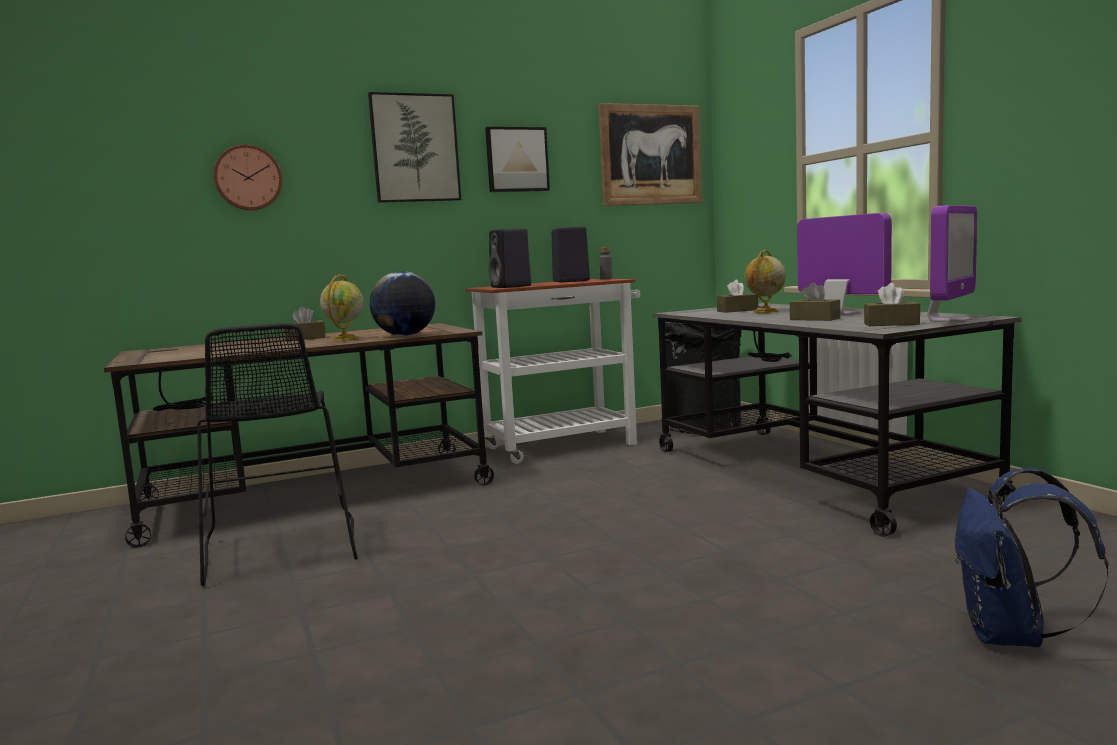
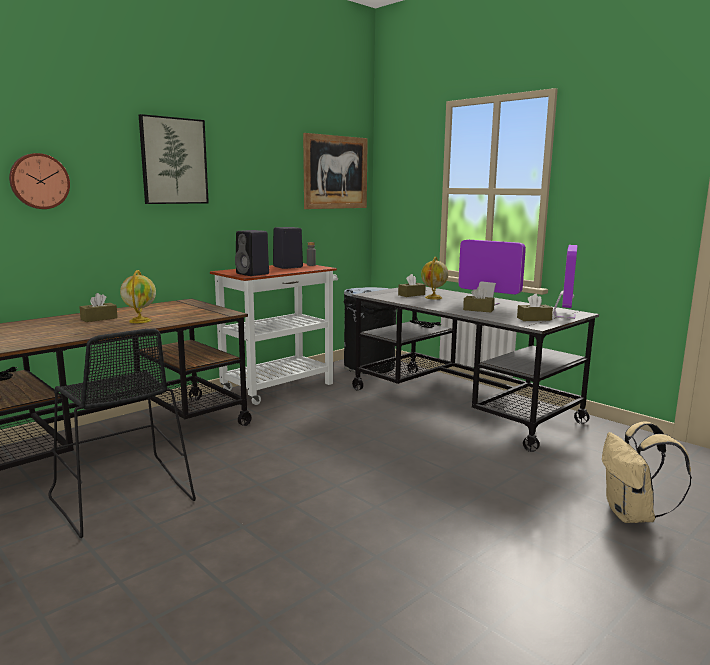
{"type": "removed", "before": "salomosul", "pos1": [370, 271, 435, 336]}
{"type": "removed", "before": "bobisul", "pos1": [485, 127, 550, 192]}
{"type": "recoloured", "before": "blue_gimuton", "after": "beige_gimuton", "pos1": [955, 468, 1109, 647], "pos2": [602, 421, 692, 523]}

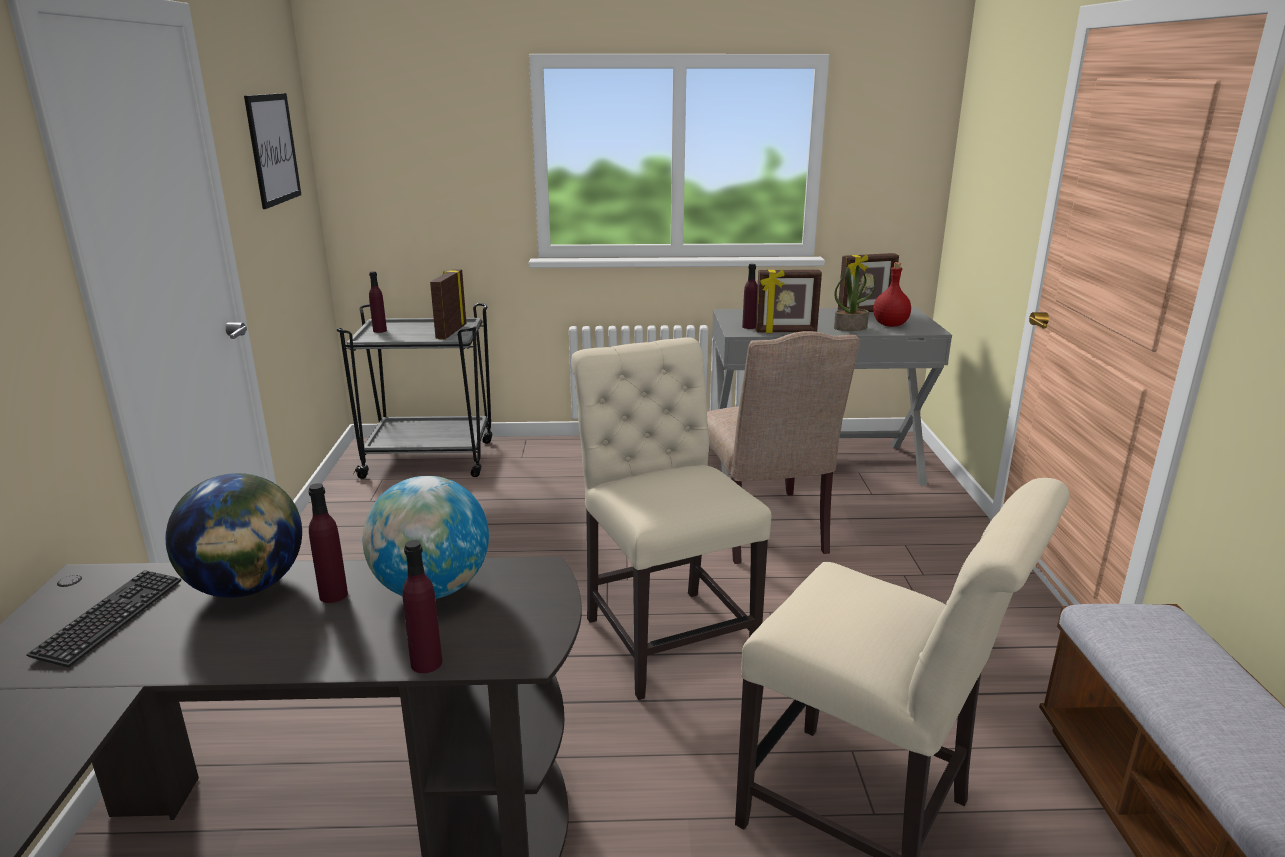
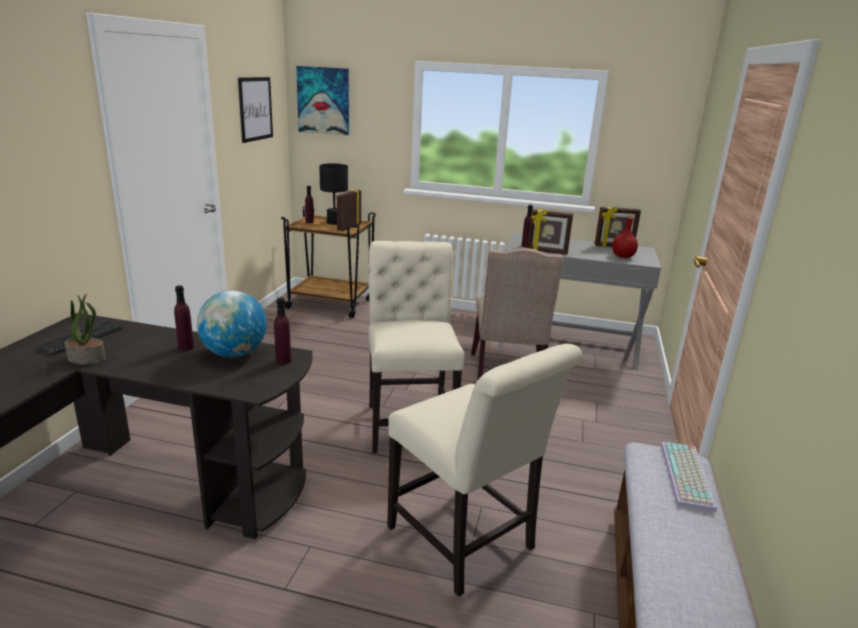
{"type": "removed", "before": "salomosul", "pos1": [165, 473, 302, 598]}
{"type": "added", "after": "bobisul", "pos2": [296, 66, 349, 136]}
{"type": "added", "after": "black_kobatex", "pos2": [320, 163, 348, 225]}
{"type": "added", "after": "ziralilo", "pos2": [661, 442, 717, 512]}
{"type": "moved", "before": "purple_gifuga", "pos1": [402, 540, 442, 673], "pos2": [274, 298, 291, 365]}
{"type": "moved", "before": "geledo", "pos1": [834, 265, 876, 331], "pos2": [65, 294, 106, 364]}
{"type": "recoloured", "before": "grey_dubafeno", "after": "brown_dubafeno", "pos1": [337, 303, 492, 479], "pos2": [281, 206, 376, 318]}

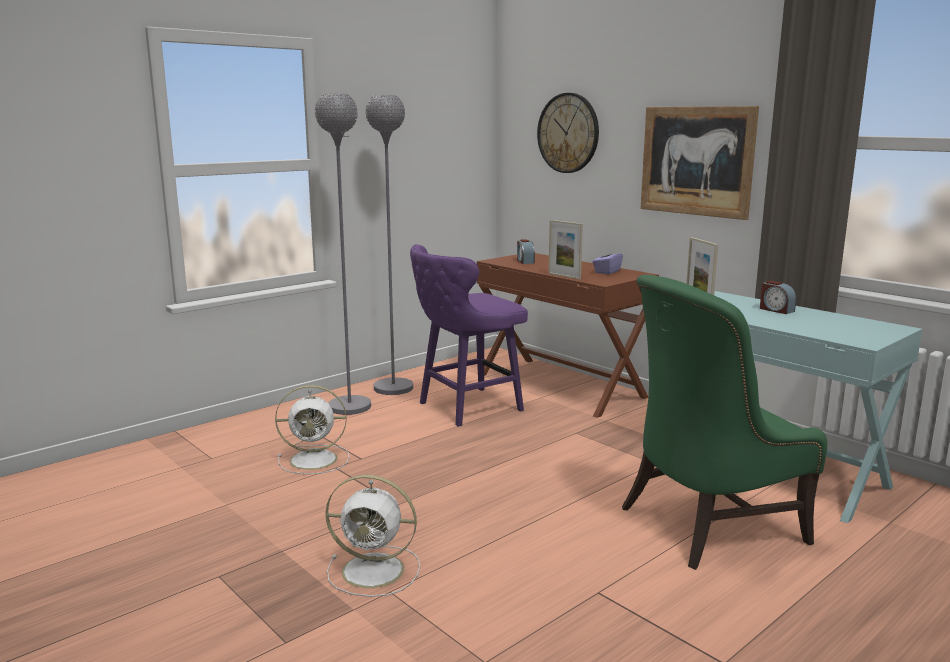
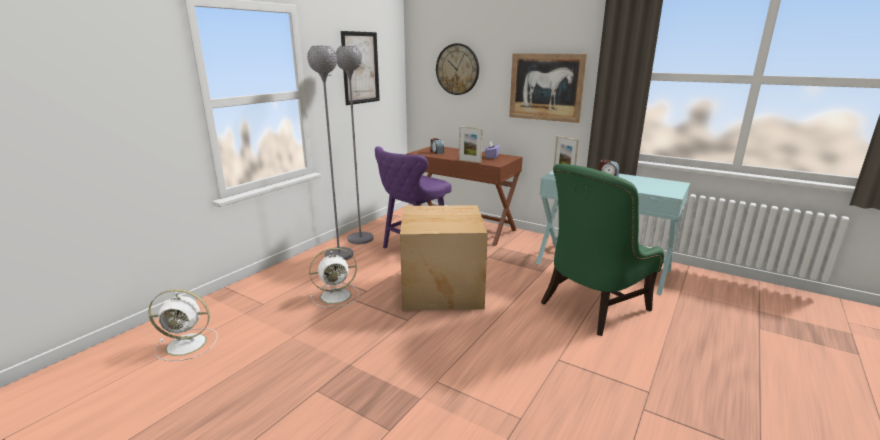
{"type": "added", "after": "bobisul", "pos2": [341, 31, 380, 105]}
{"type": "added", "after": "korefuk", "pos2": [400, 205, 488, 311]}
{"type": "moved", "before": "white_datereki", "pos1": [325, 475, 420, 597], "pos2": [149, 289, 218, 361]}

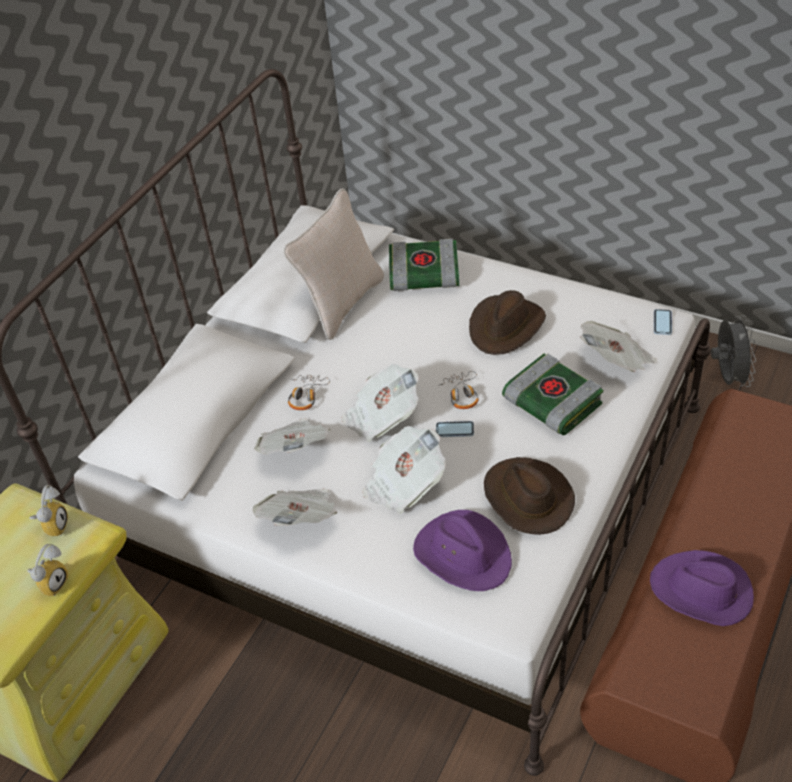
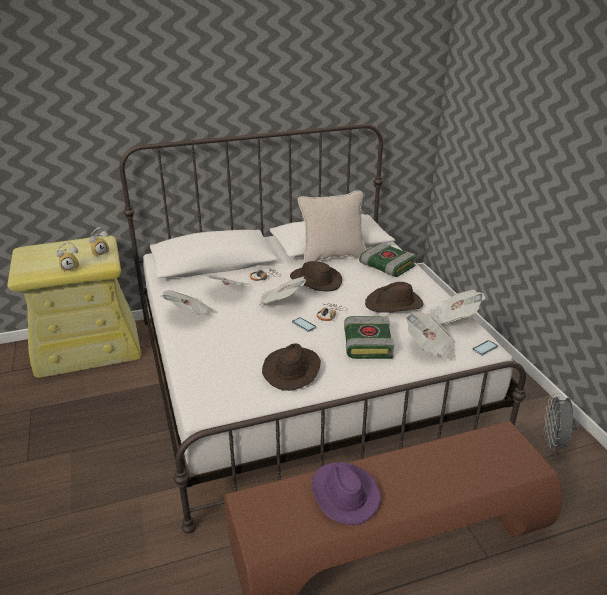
{"type": "removed", "before": "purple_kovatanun", "pos1": [413, 510, 512, 591]}
{"type": "added", "after": "brown_kovatanun", "pos2": [290, 261, 342, 291]}
{"type": "moved", "before": "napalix", "pos1": [362, 426, 446, 514], "pos2": [427, 290, 485, 324]}
{"type": "turned", "before": "grey_datereki", "pos1": [711, 315, 756, 387], "pos2": [544, 393, 579, 451], "turn": 150}

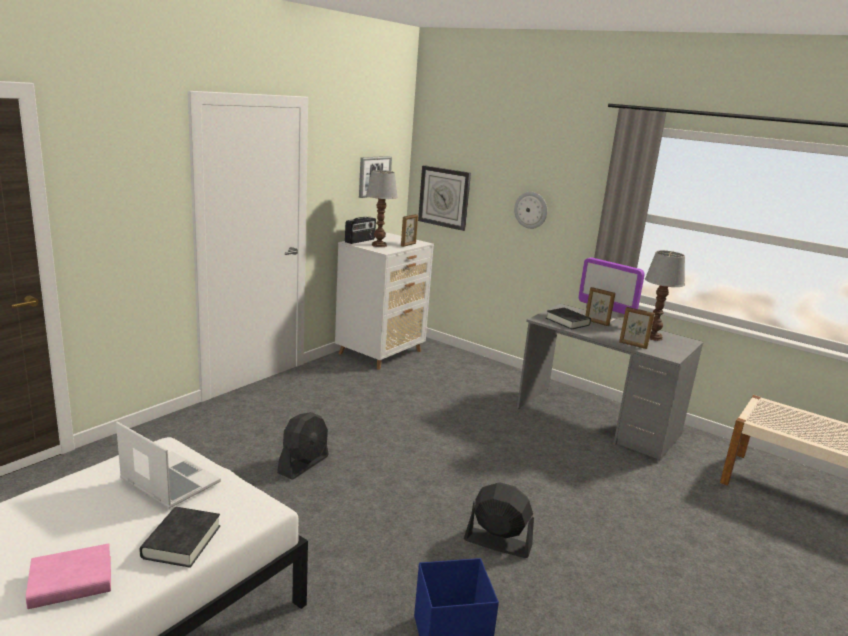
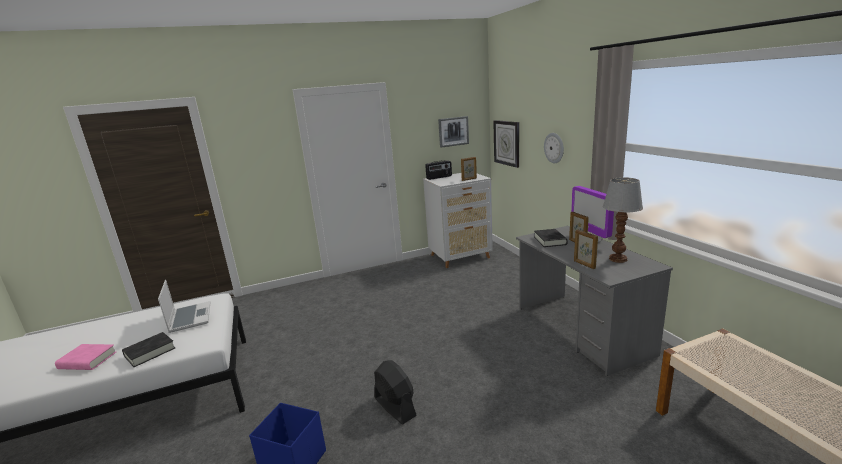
{"type": "removed", "before": "black_datereki", "pos1": [277, 412, 329, 480]}
{"type": "removed", "before": "kobatex", "pos1": [366, 170, 398, 247]}

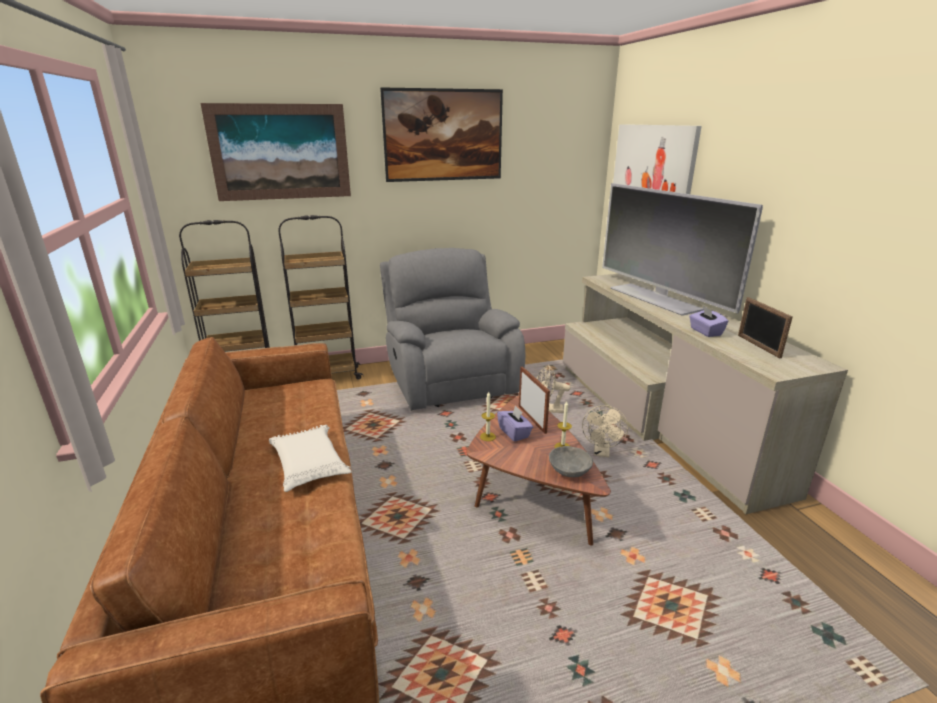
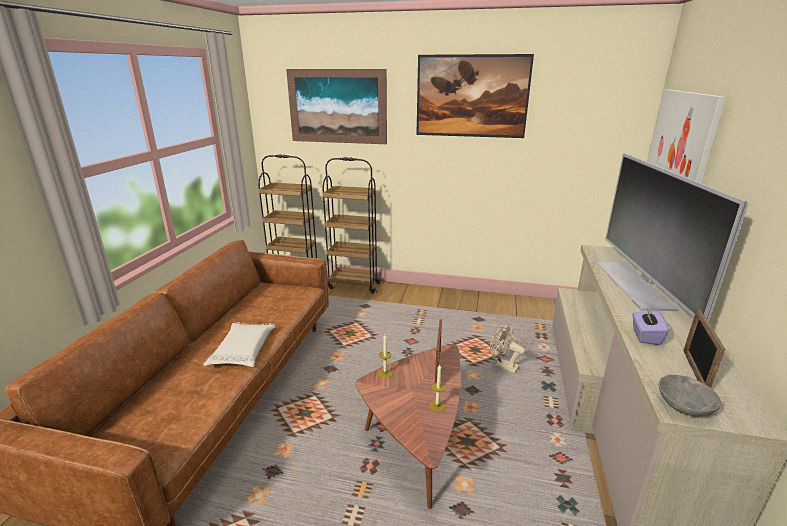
{"type": "removed", "before": "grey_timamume", "pos1": [380, 248, 525, 411]}
{"type": "removed", "before": "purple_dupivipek", "pos1": [497, 405, 533, 442]}
{"type": "removed", "before": "beige_datereki", "pos1": [582, 406, 628, 458]}
{"type": "moved", "before": "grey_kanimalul", "pos1": [549, 446, 593, 477], "pos2": [659, 375, 721, 417]}

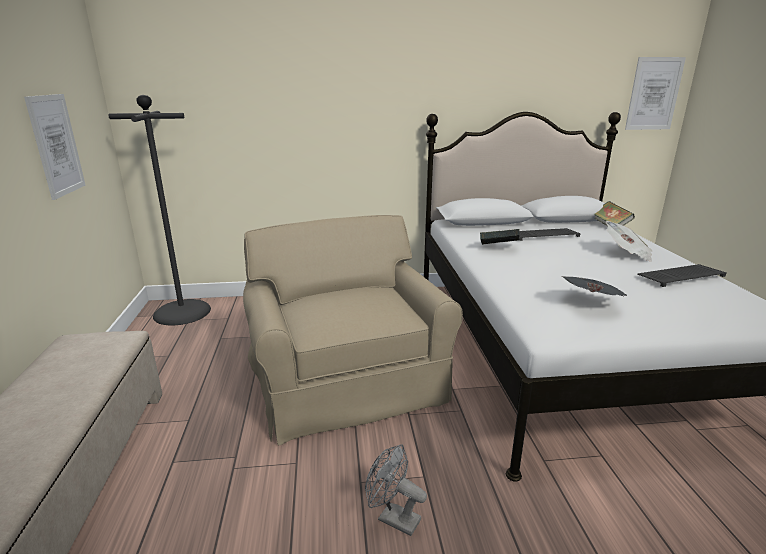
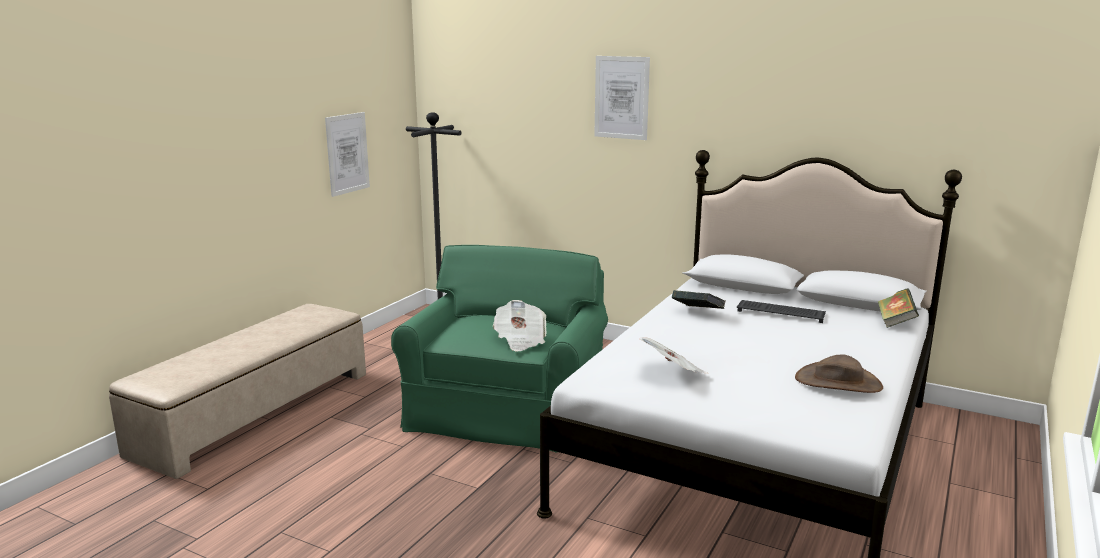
{"type": "removed", "before": "grey_datereki", "pos1": [365, 444, 427, 536]}
{"type": "moved", "before": "napalix", "pos1": [606, 221, 652, 262], "pos2": [492, 300, 547, 352]}
{"type": "moved", "before": "bobisul", "pos1": [625, 57, 686, 130], "pos2": [594, 56, 650, 140]}
{"type": "replaced", "before": "ziralilo", "after": "brown_kovatanun", "pos1": [637, 264, 727, 287], "pos2": [795, 355, 883, 393]}
{"type": "recoloured", "before": "beige_timamume", "after": "green_timamume", "pos1": [243, 215, 463, 445], "pos2": [391, 245, 608, 452]}

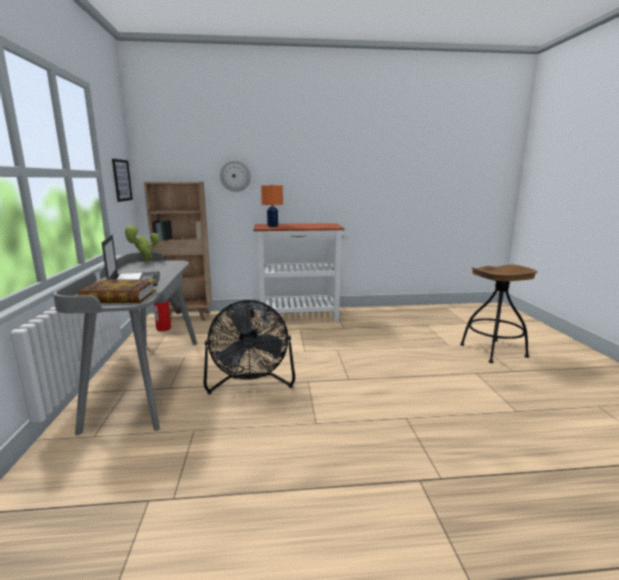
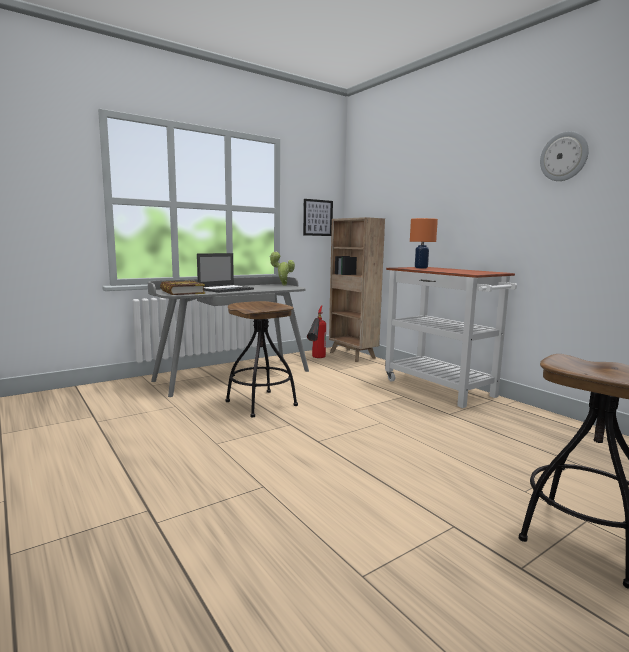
{"type": "moved", "before": "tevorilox", "pos1": [220, 160, 251, 192], "pos2": [540, 131, 589, 181]}
{"type": "replaced", "before": "black_datereki", "after": "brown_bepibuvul", "pos1": [204, 300, 295, 395], "pos2": [225, 301, 298, 417]}

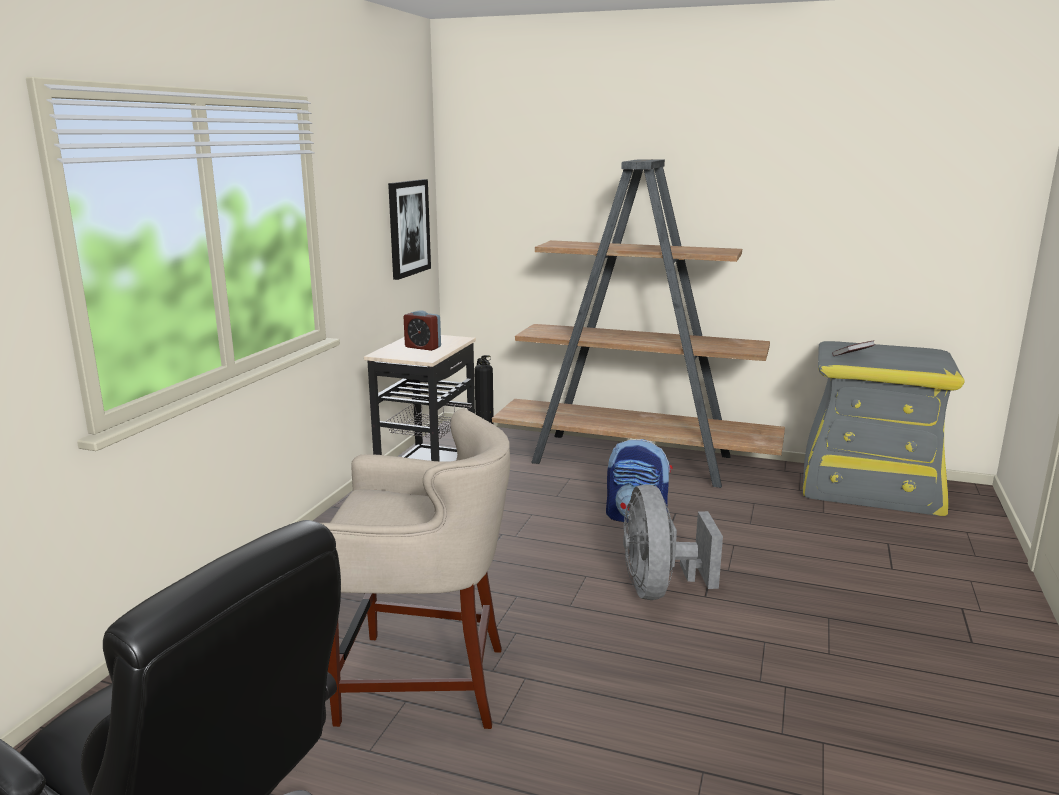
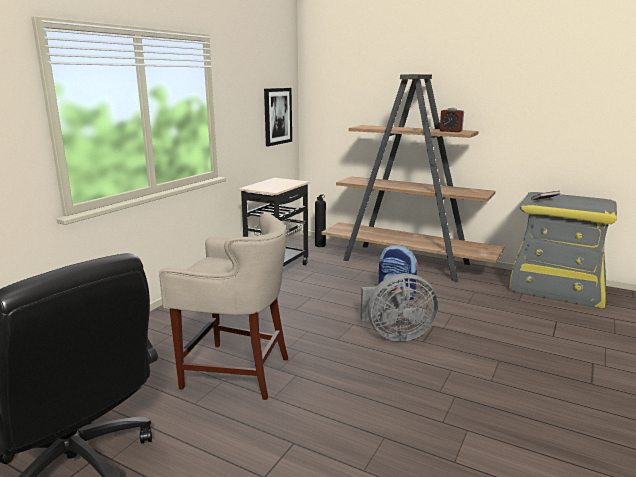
{"type": "moved", "before": "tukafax", "pos1": [404, 310, 441, 351], "pos2": [440, 108, 464, 132]}
{"type": "turned", "before": "grey_datereki", "pos1": [623, 484, 723, 600], "pos2": [360, 274, 438, 341], "turn": -105}

